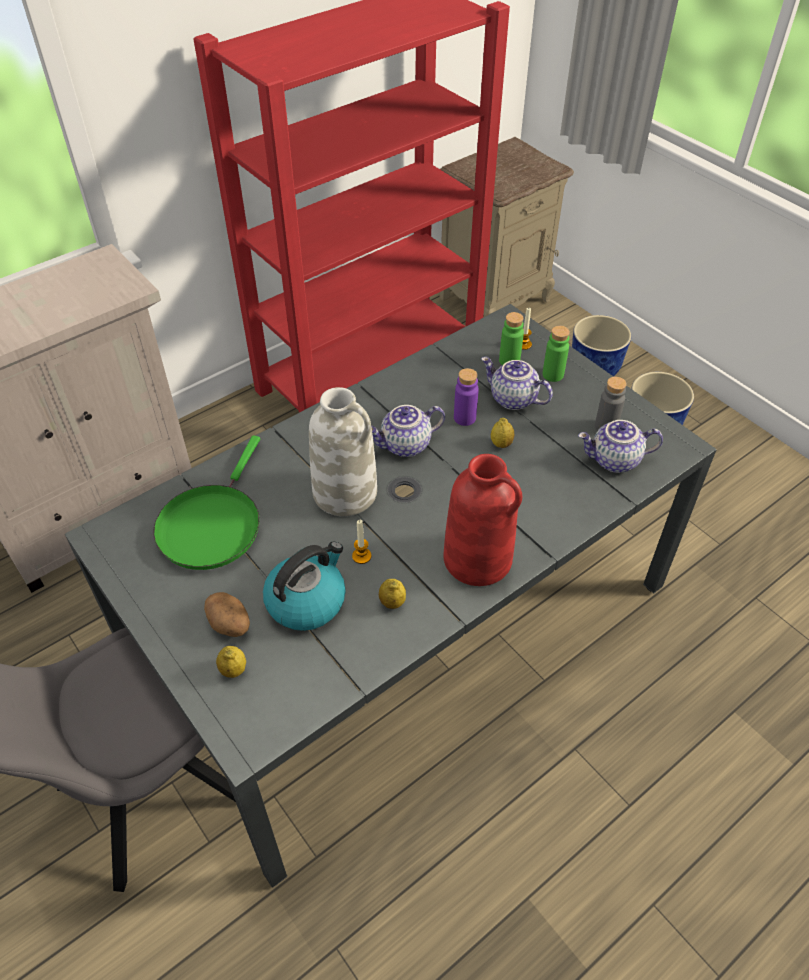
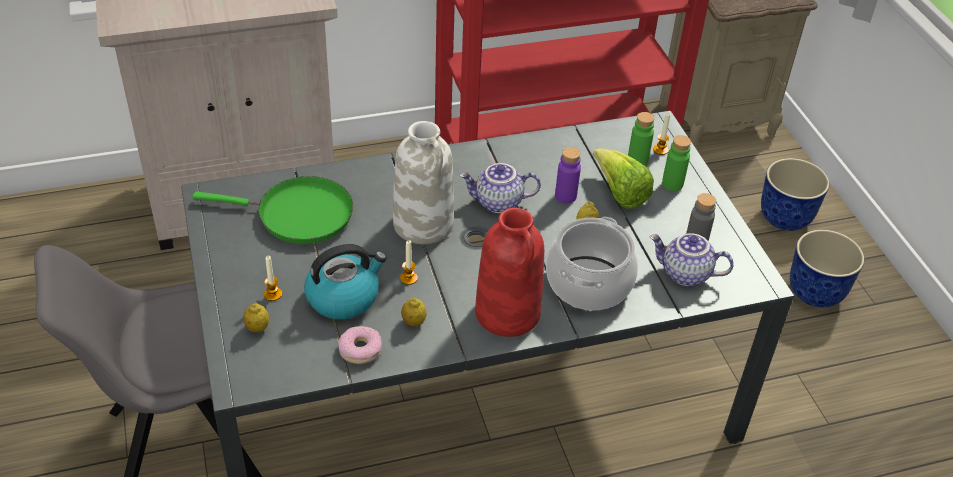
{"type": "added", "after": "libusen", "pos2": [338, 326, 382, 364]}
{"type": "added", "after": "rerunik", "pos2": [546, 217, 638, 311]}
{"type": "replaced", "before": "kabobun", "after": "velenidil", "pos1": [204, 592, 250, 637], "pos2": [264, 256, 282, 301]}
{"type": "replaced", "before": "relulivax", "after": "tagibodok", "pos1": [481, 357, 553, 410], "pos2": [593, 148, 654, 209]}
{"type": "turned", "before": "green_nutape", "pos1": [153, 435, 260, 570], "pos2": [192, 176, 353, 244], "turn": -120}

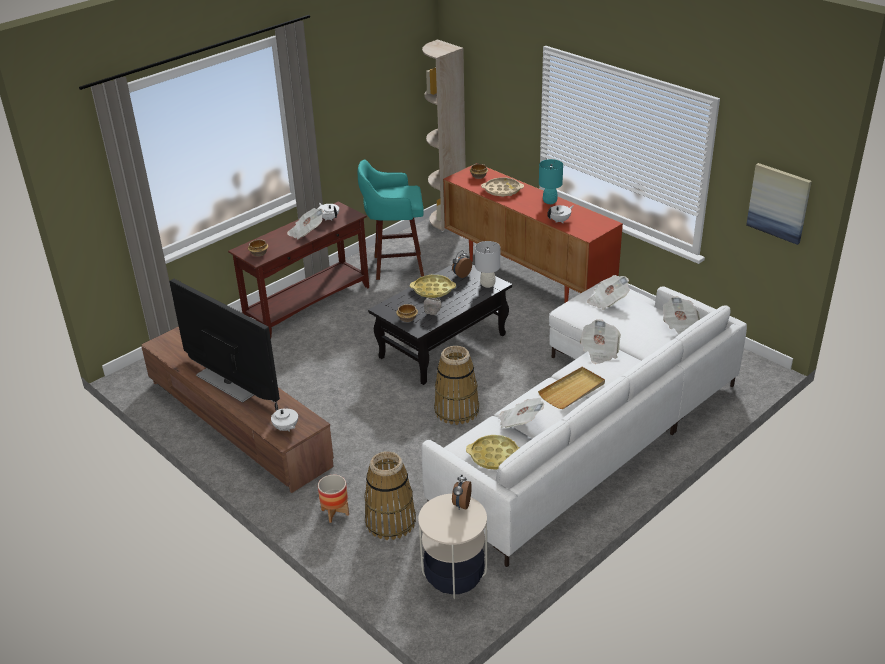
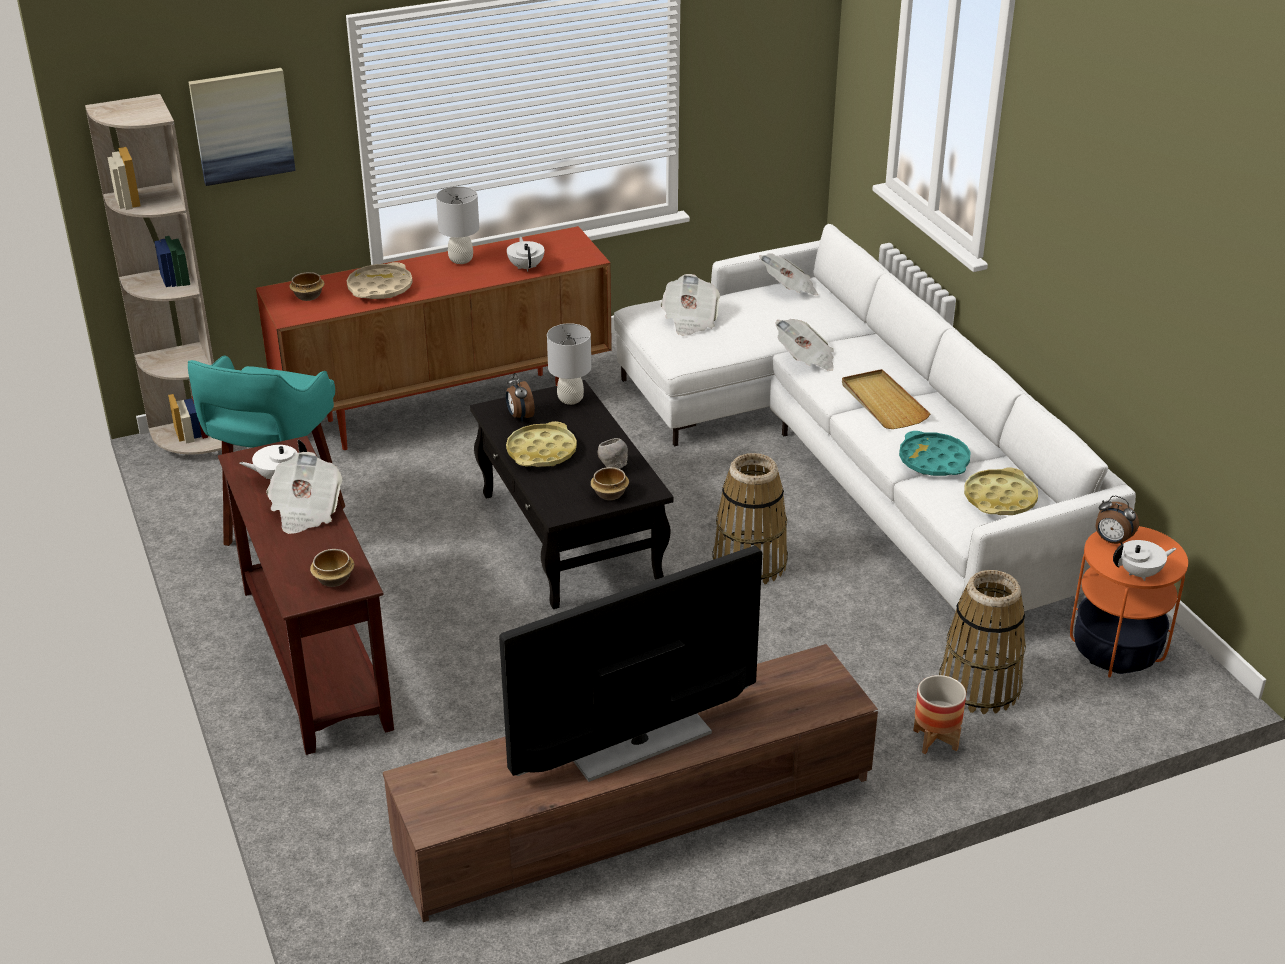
{"type": "moved", "before": "white_relulivax", "pos1": [271, 402, 298, 432], "pos2": [1113, 540, 1176, 581]}
{"type": "moved", "before": "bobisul", "pos1": [746, 163, 812, 245], "pos2": [189, 68, 296, 186]}
{"type": "replaced", "before": "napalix", "after": "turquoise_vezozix", "pos1": [500, 398, 544, 428], "pos2": [899, 431, 970, 476]}
{"type": "recoloured", "before": "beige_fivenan", "after": "orange_fivenan", "pos1": [418, 494, 487, 599], "pos2": [1070, 526, 1188, 678]}
{"type": "recoloured", "before": "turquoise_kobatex", "after": "grey_kobatex", "pos1": [539, 159, 563, 204], "pos2": [436, 186, 479, 264]}

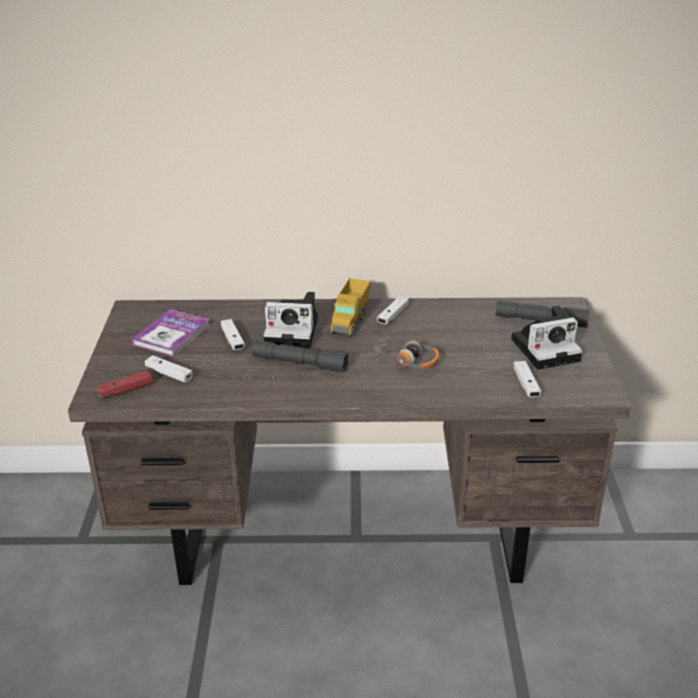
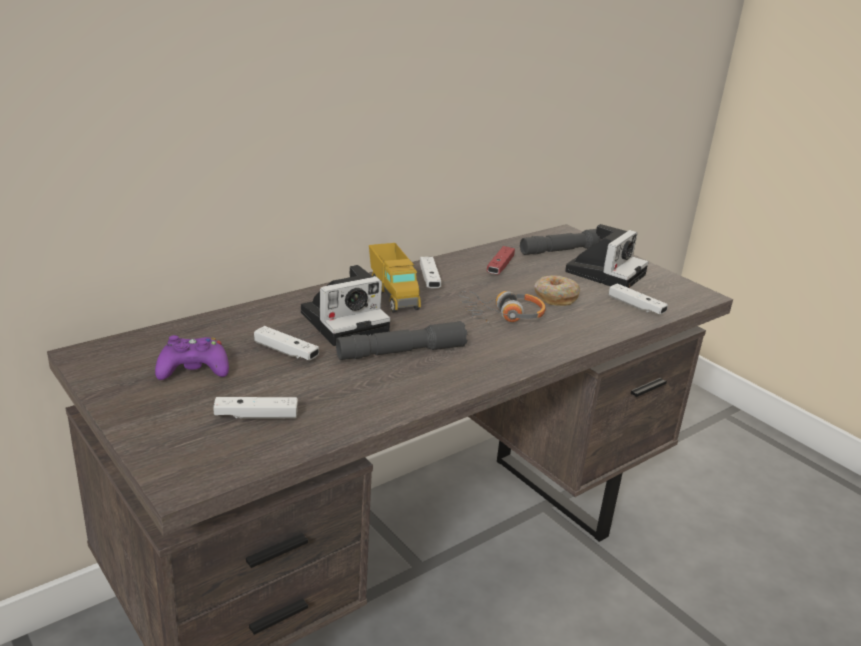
{"type": "added", "after": "libusen", "pos2": [534, 275, 580, 306]}
{"type": "moved", "before": "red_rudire", "pos1": [96, 371, 152, 398], "pos2": [487, 246, 515, 275]}
{"type": "replaced", "before": "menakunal", "after": "purple_rudire", "pos1": [131, 309, 210, 357], "pos2": [155, 335, 229, 380]}

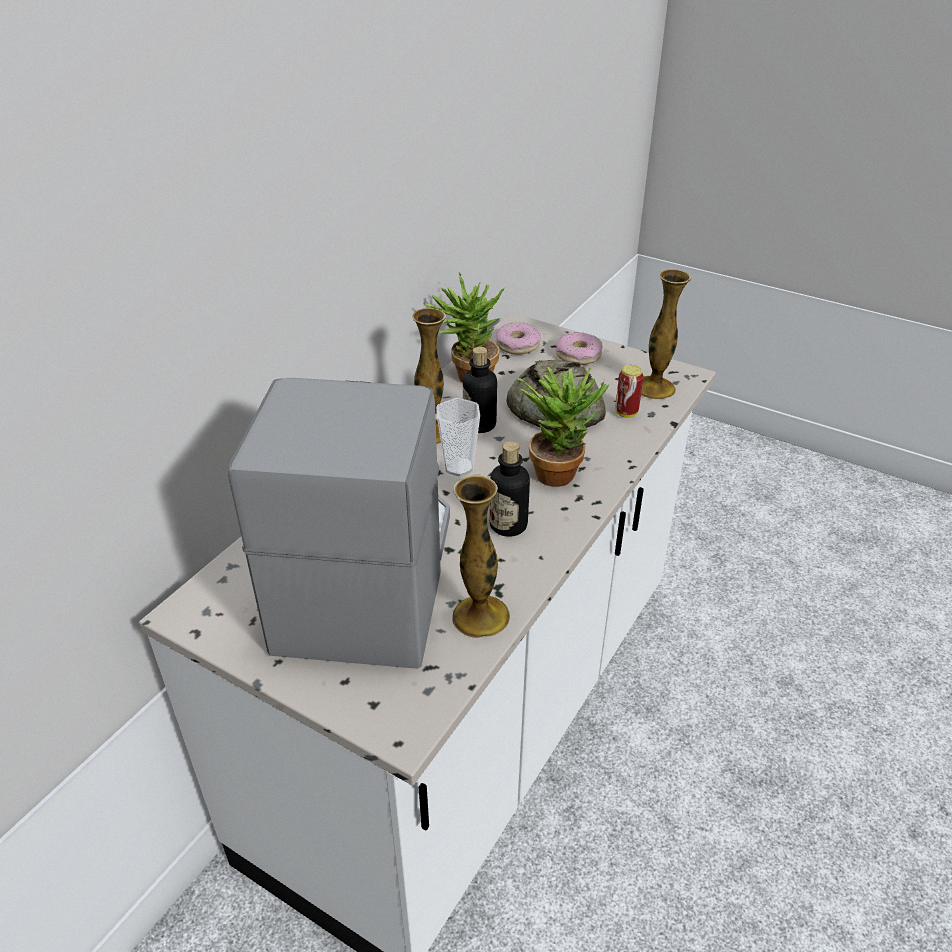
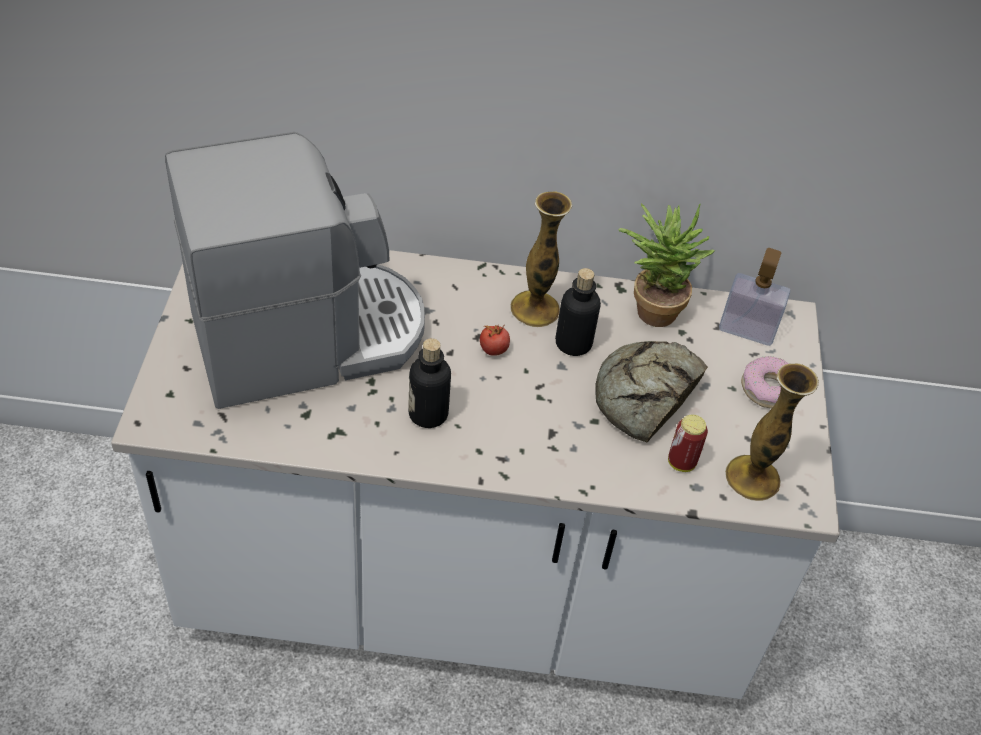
{"type": "removed", "before": "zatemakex", "pos1": [452, 474, 511, 639]}
{"type": "removed", "before": "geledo", "pos1": [517, 367, 609, 487]}
{"type": "replaced", "before": "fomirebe", "after": "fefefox", "pos1": [436, 398, 480, 476], "pos2": [480, 324, 510, 356]}
{"type": "replaced", "before": "libusen", "after": "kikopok", "pos1": [496, 322, 541, 355], "pos2": [719, 248, 790, 346]}

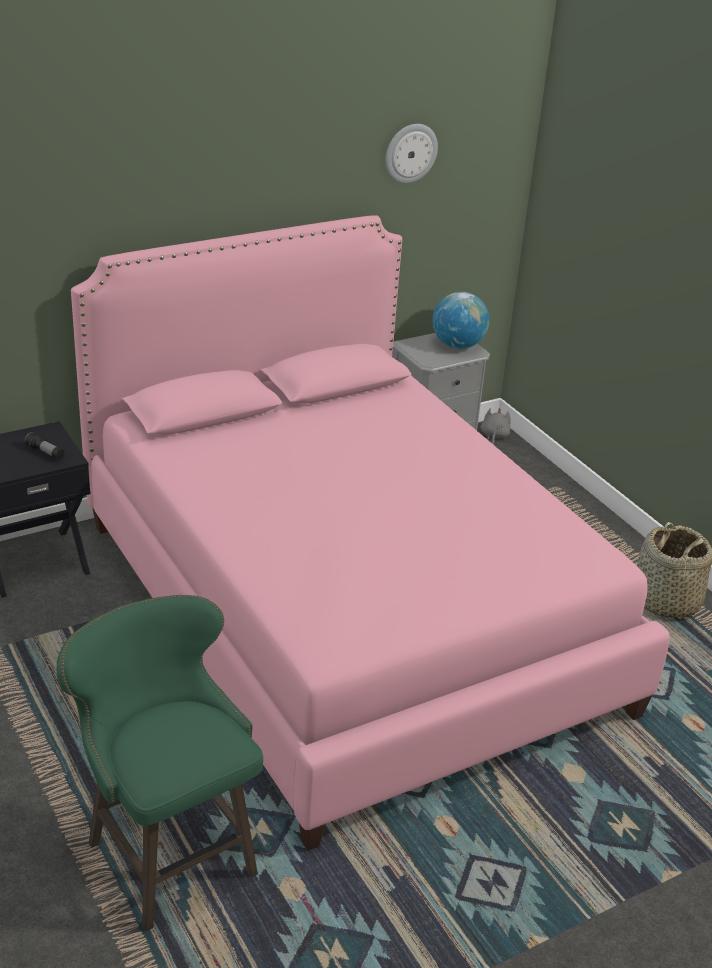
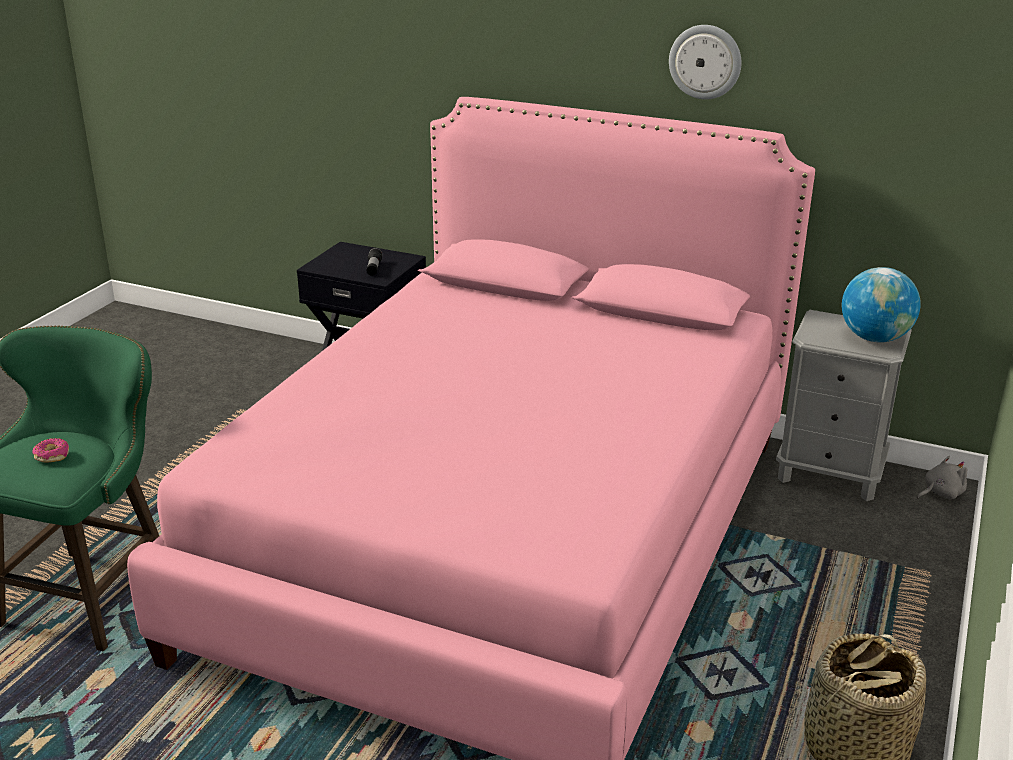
{"type": "added", "after": "libusen", "pos2": [32, 438, 69, 463]}
{"type": "moved", "before": "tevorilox", "pos1": [386, 124, 438, 183], "pos2": [669, 25, 742, 100]}

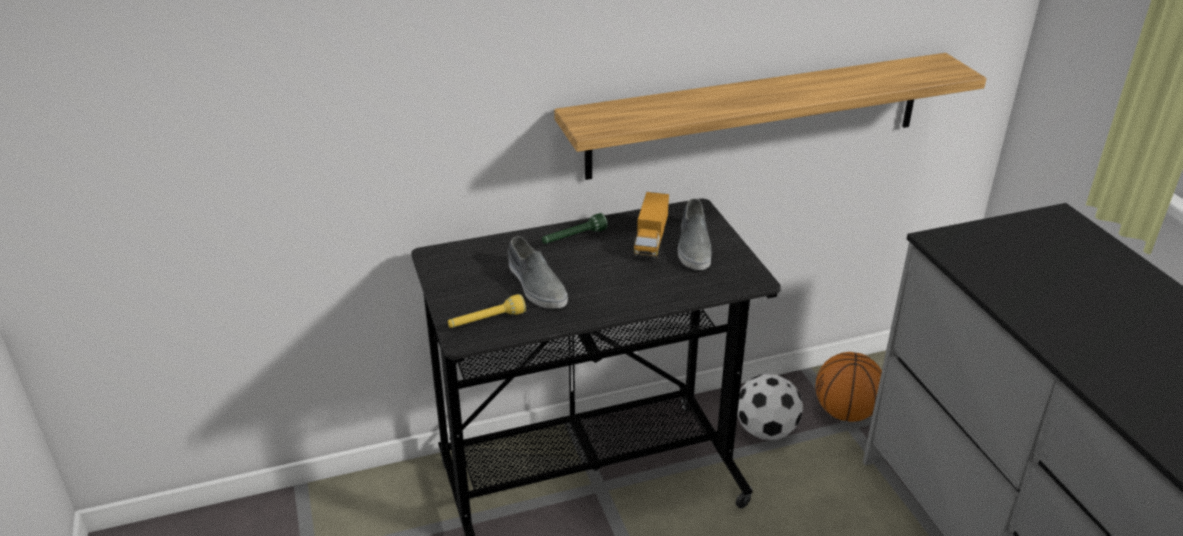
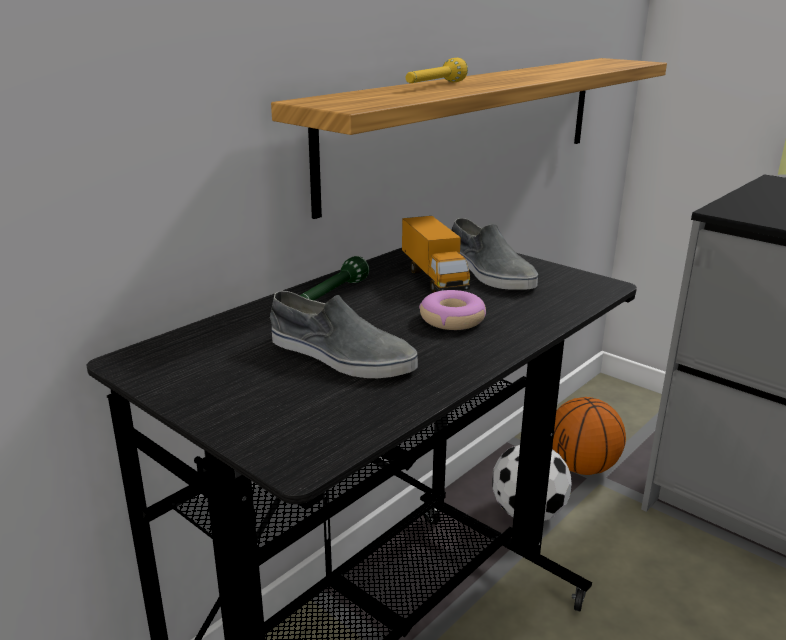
{"type": "added", "after": "libusen", "pos2": [419, 290, 486, 330]}
{"type": "moved", "before": "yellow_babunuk", "pos1": [448, 294, 526, 328], "pos2": [405, 58, 468, 83]}

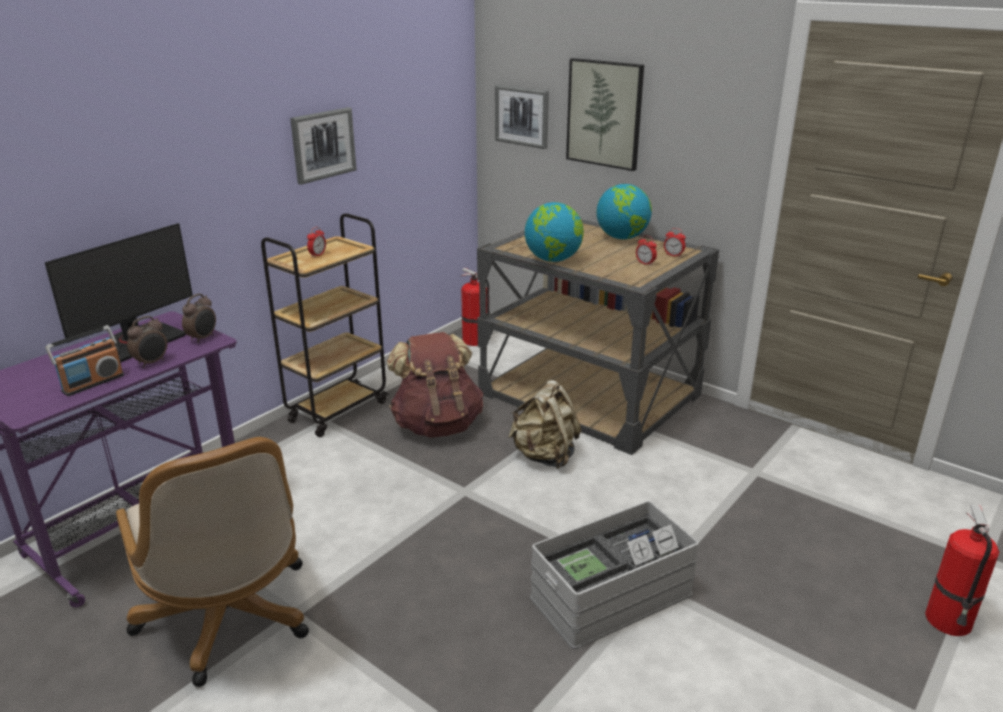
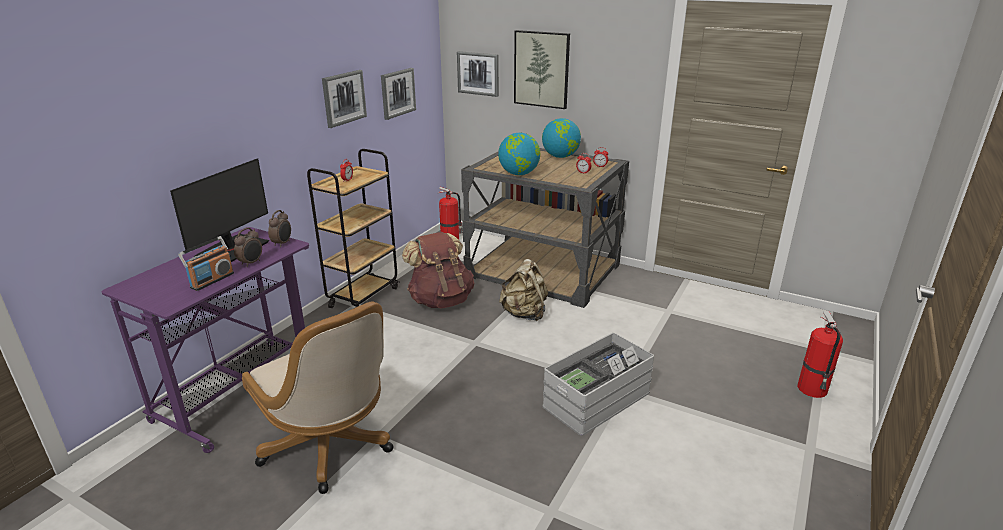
{"type": "added", "after": "bobisul", "pos2": [381, 68, 416, 120]}

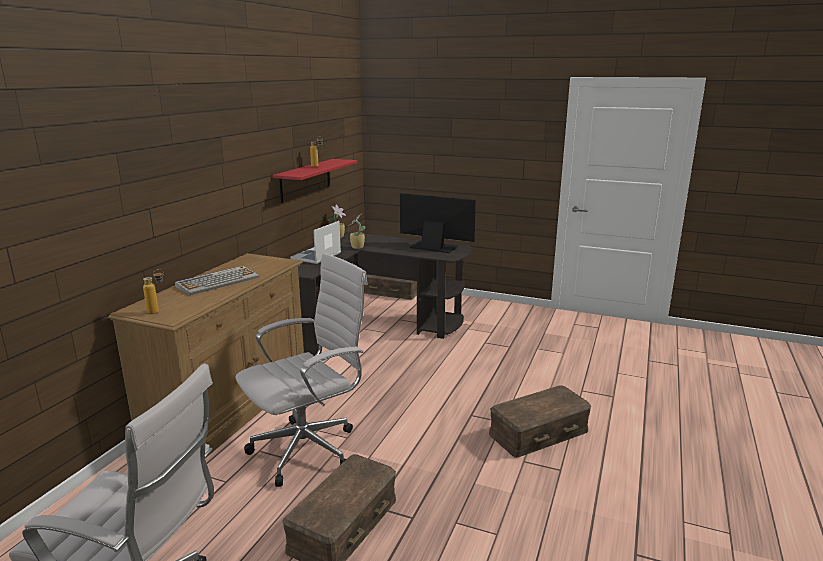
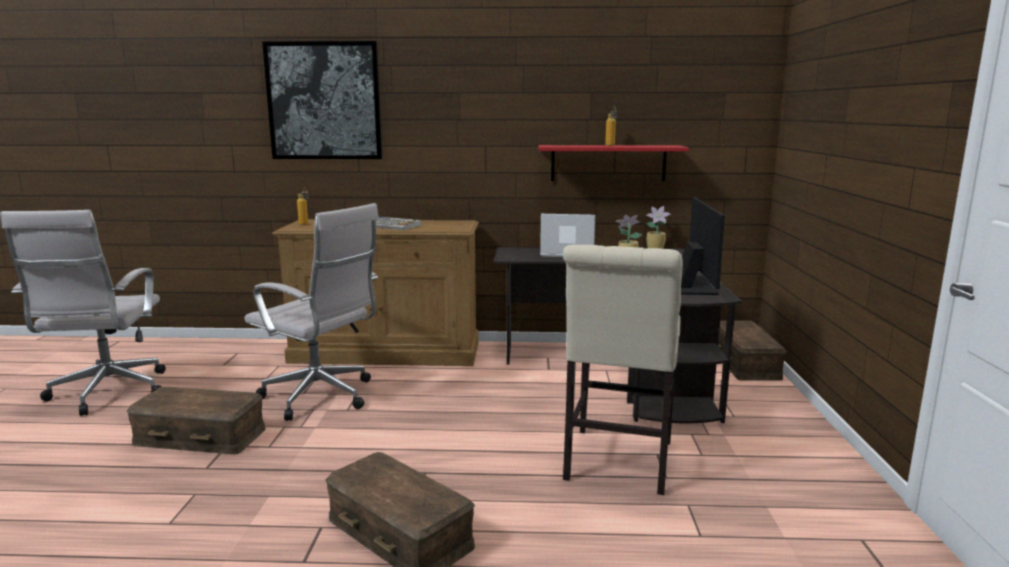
{"type": "added", "after": "bobisul", "pos2": [262, 41, 383, 159]}
{"type": "added", "after": "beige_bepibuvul", "pos2": [563, 245, 683, 495]}

